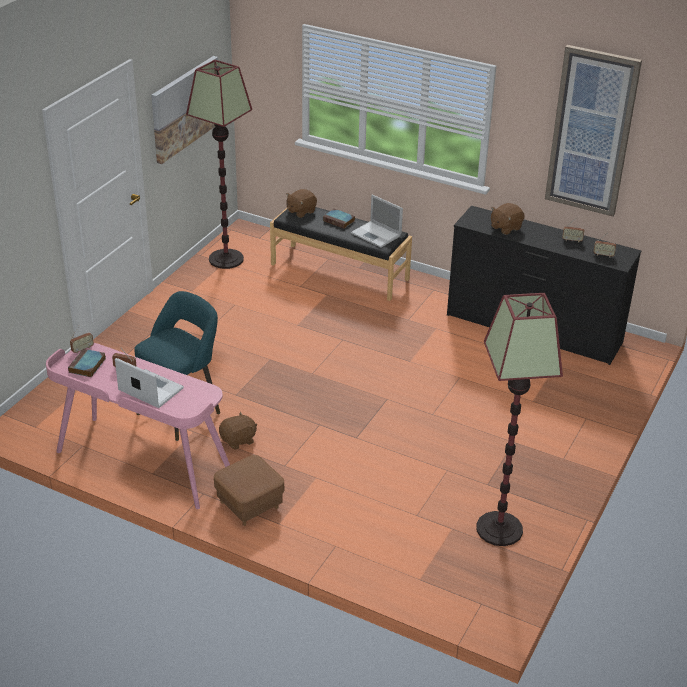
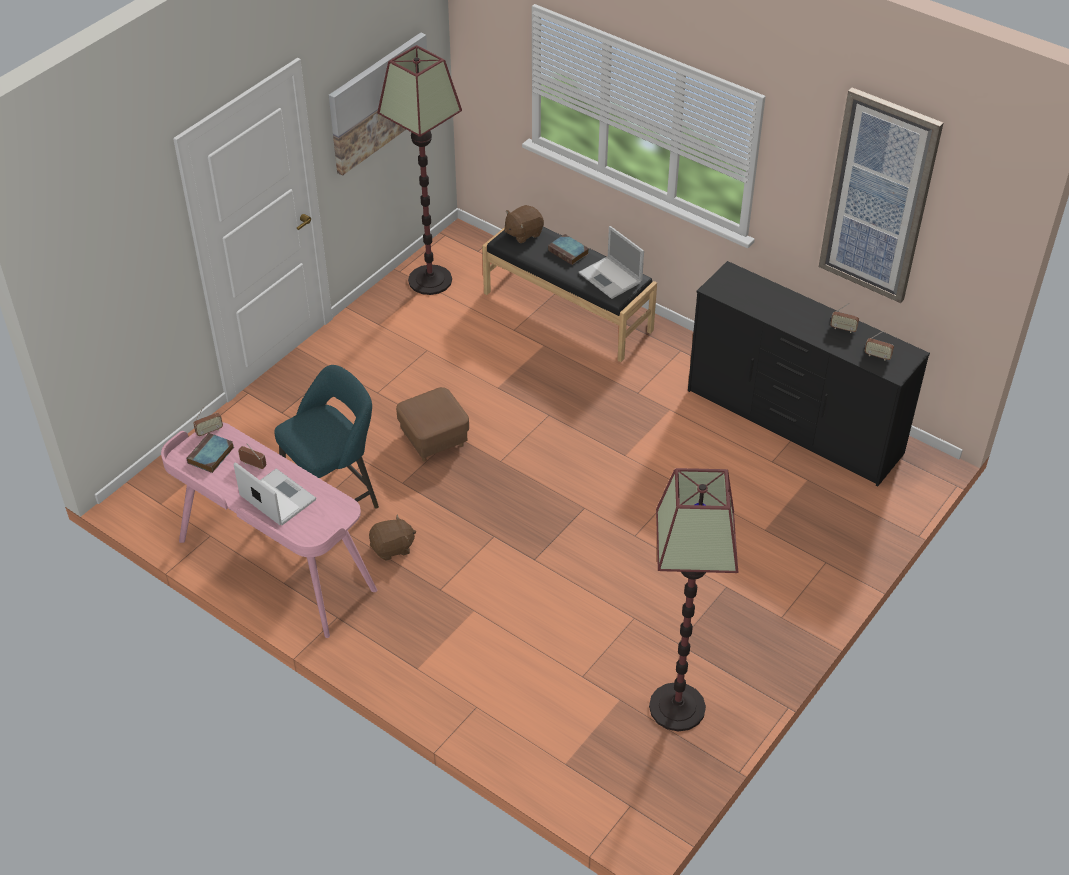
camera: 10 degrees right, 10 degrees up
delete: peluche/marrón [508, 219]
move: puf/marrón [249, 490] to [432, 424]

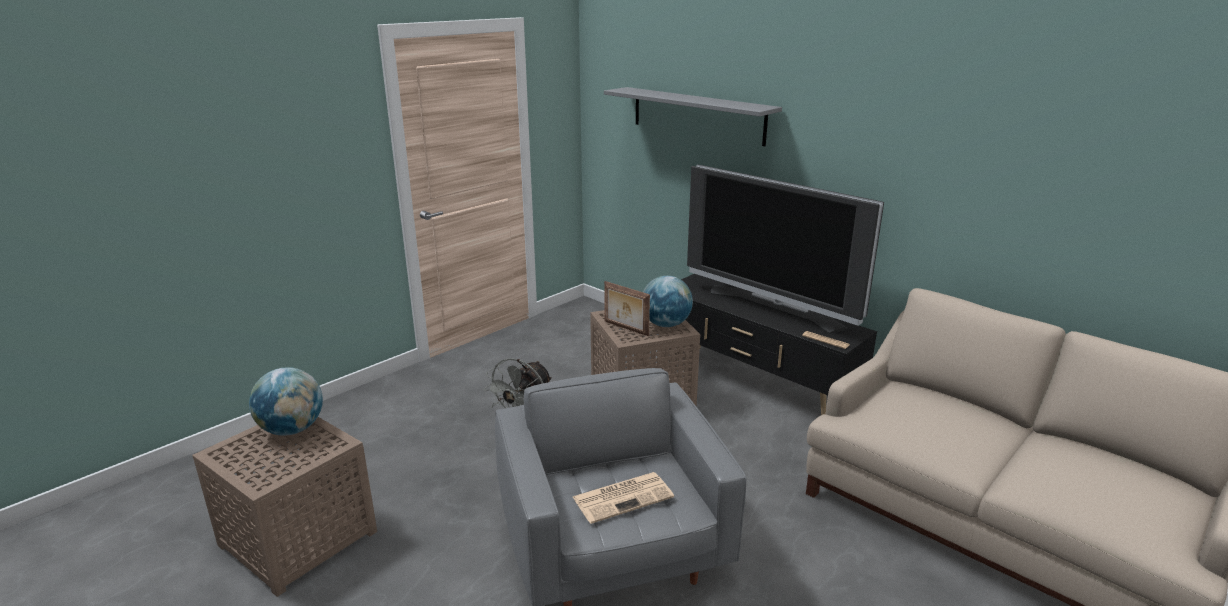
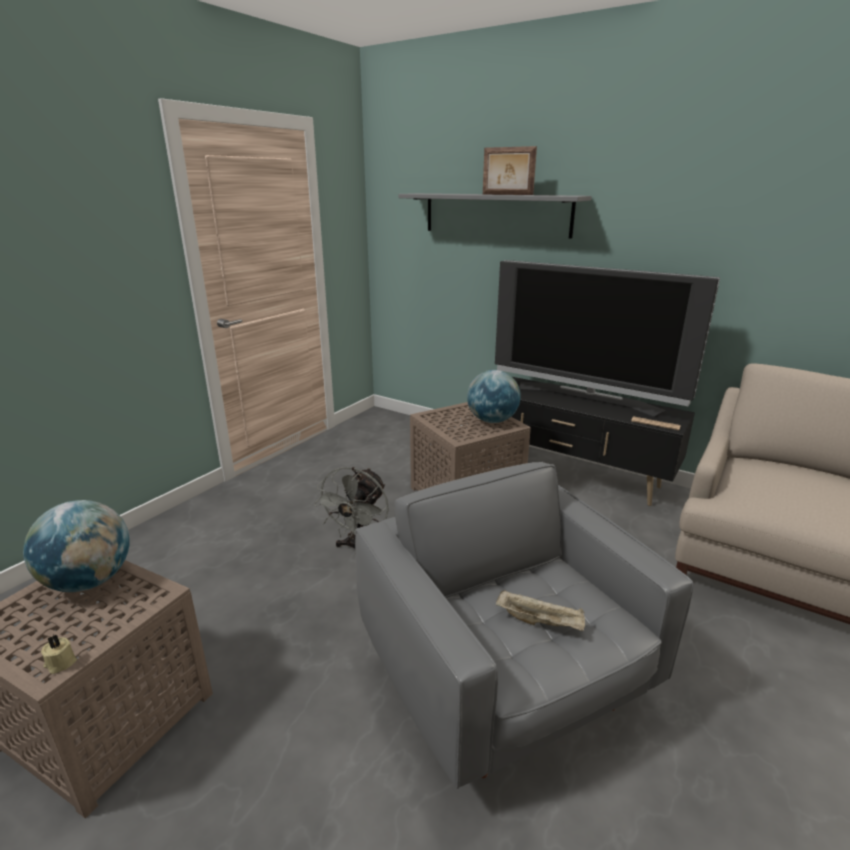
camera: 10 degrees left, 0 degrees up
insert: vela/beis [59, 654]
move: portarretratos [627, 308] to [510, 170]
replace: periódico [623, 498] to bandeja/beis [540, 610]

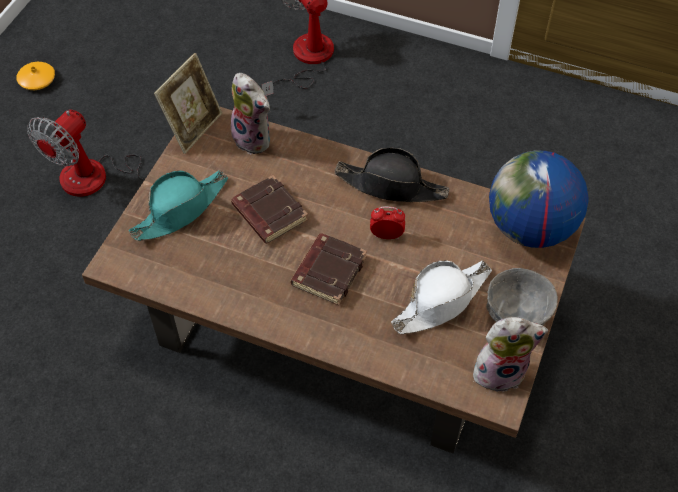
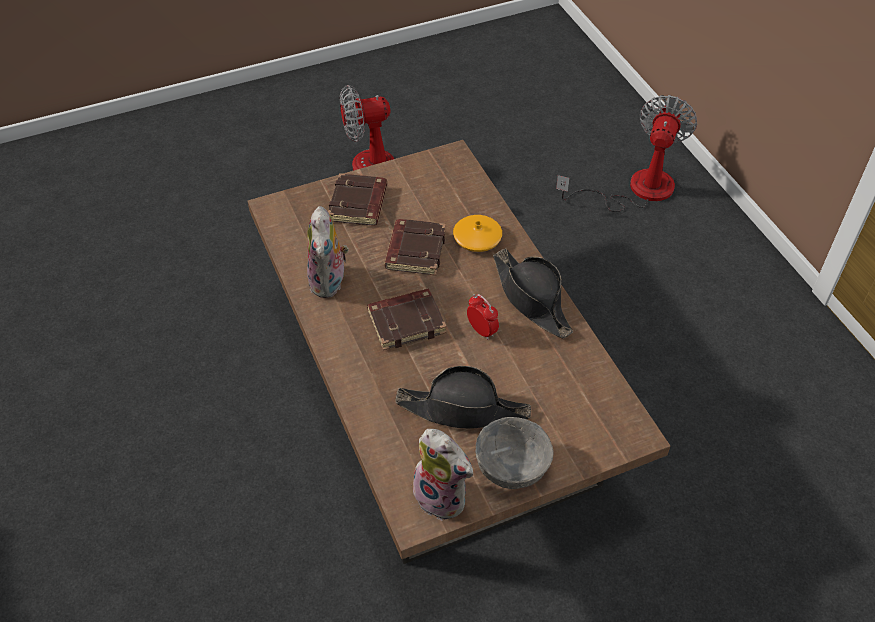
camera: 45 degrees right, 5 degrees down
delete: portarretratos [188, 103]; globo terráqueo [538, 199]
move: peluche [250, 114] to [328, 252]; florero/naranja [35, 76] to [477, 233]
replace: sombrero/turquesa [178, 205] to libro/marrón [357, 199]
recolor: sombrero/blanco [441, 297] to sombrero/negro [463, 397]

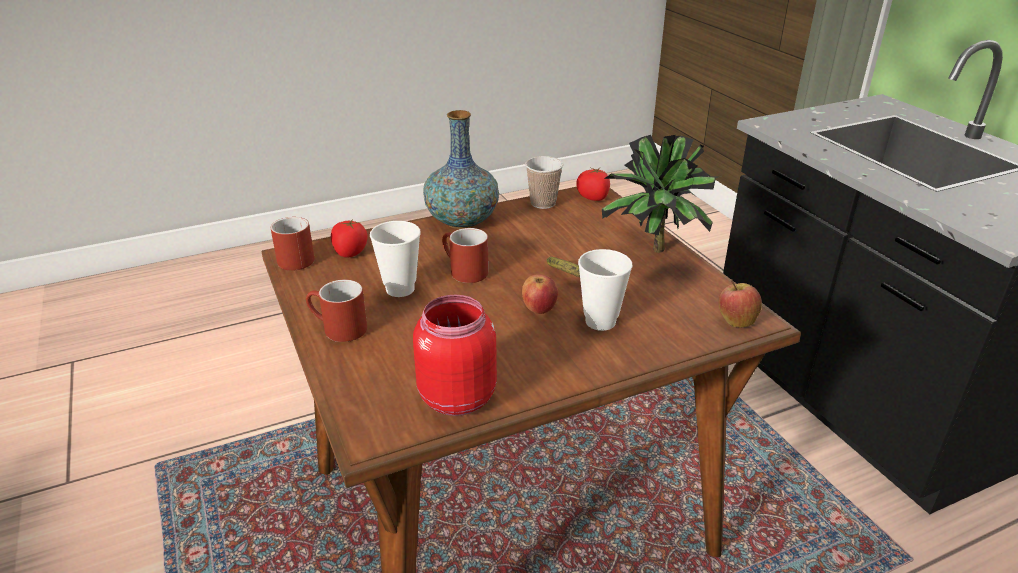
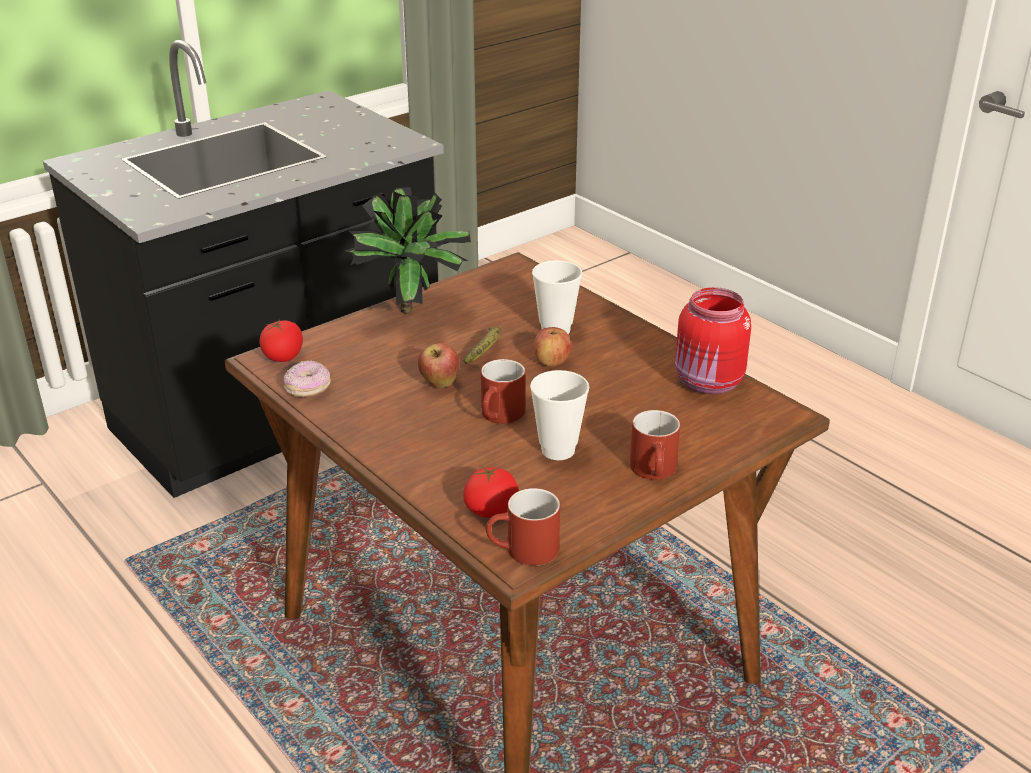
camera: 105 degrees left, 0 degrees up
delete: florero [461, 169]
move: manzana [740, 304] to [439, 365]
replace: taza [544, 182] to rosquilla [307, 378]

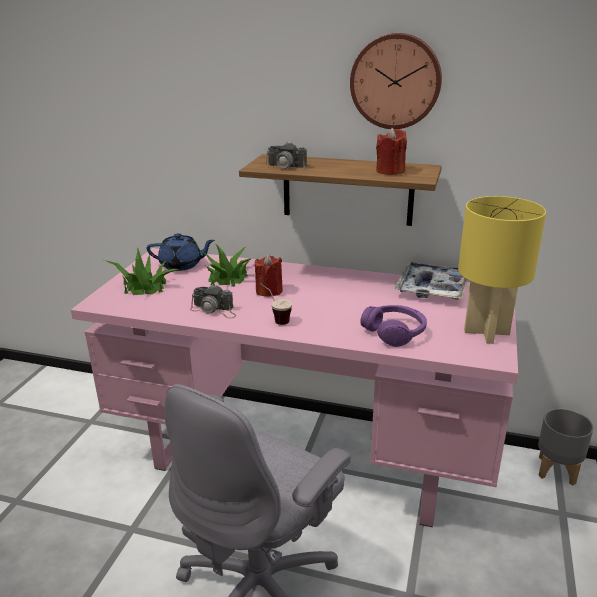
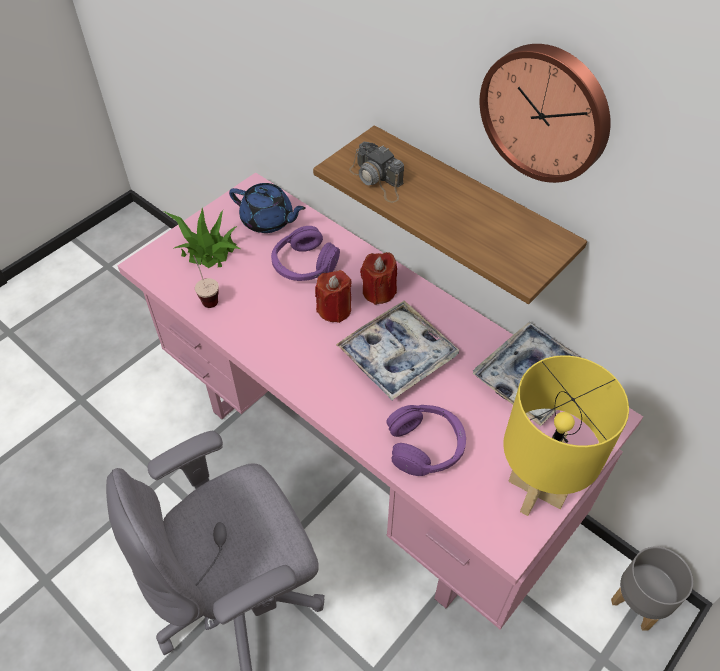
camera: 25 degrees right, 25 degrees up
delete: cámara [213, 301]
insert: bandeja [397, 350]
move: taza [276, 304] to [206, 281]; vela/rojo [391, 151] to [378, 278]
replace: planta en maceta [228, 265] to auriculares/morado [305, 253]

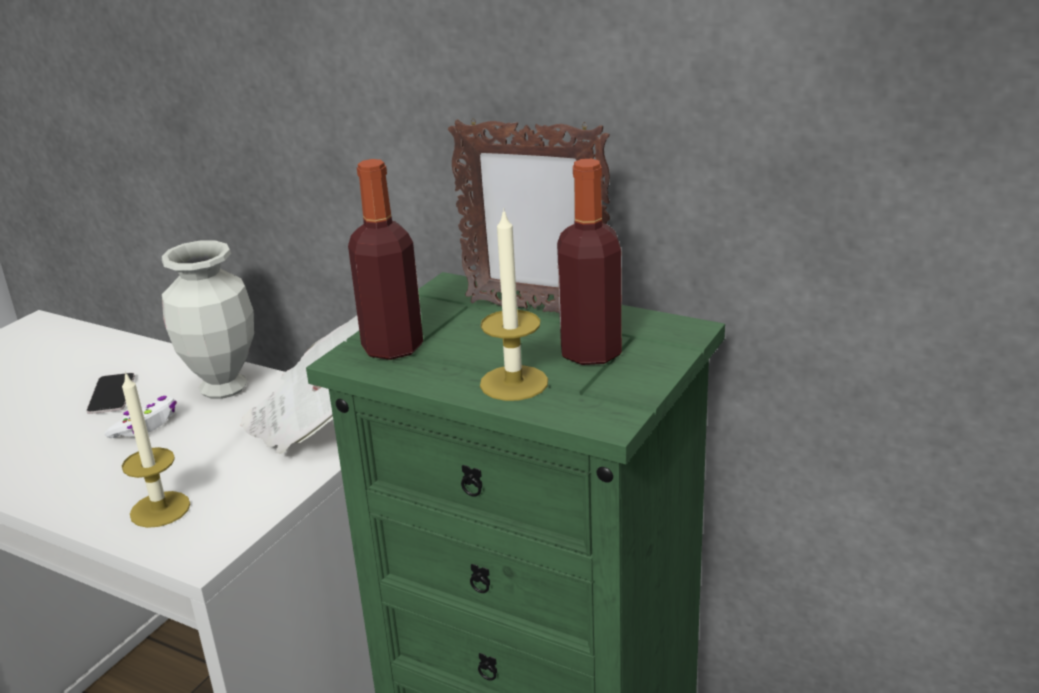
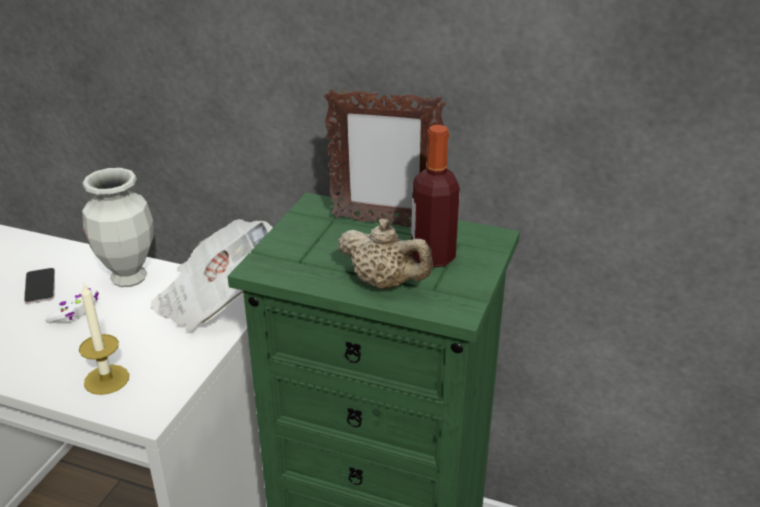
camera: 10 degrees left, 5 degrees up
delete: botella [385, 259]
replace: vela [514, 304] to tetera/beis [385, 254]

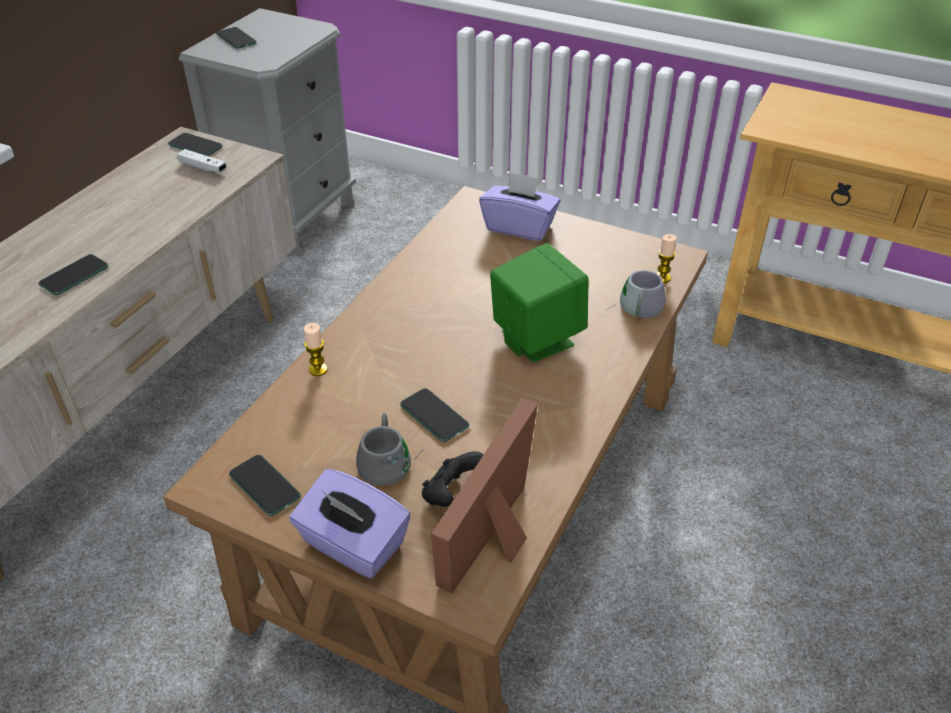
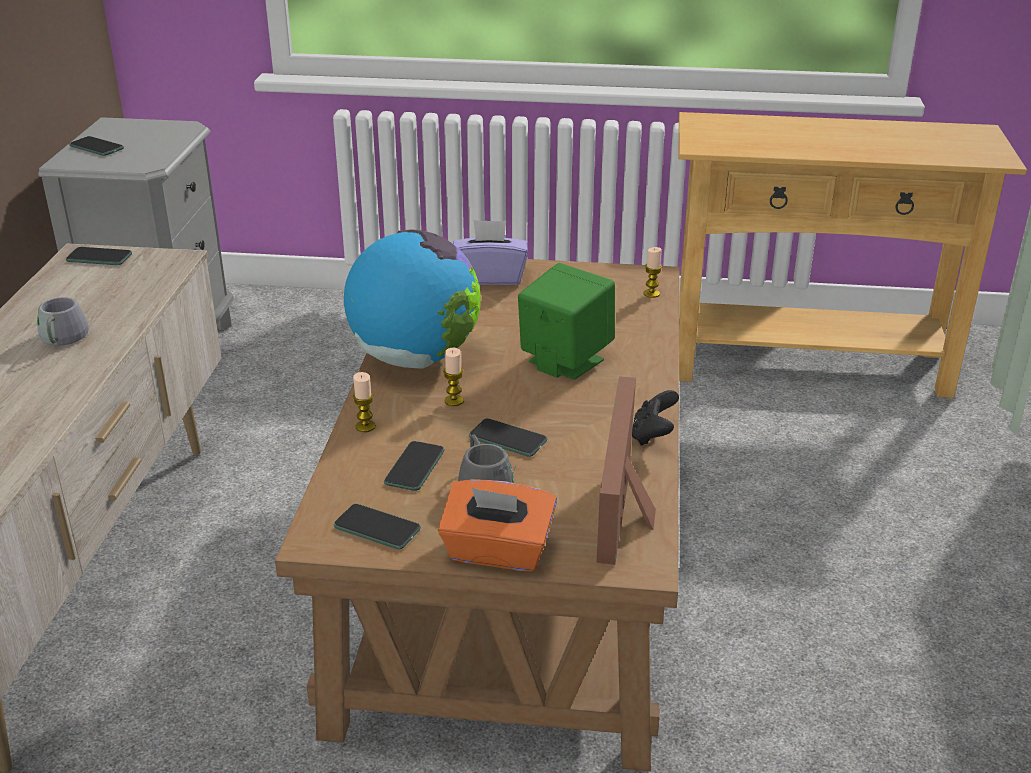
camera: 20 degrees left, 10 degrees down
delete: mando de consola/blanco [202, 161]
insert: globo terráqueo [412, 299]; vela [453, 377]
move: taza grande/gris [636, 294] to [56, 321]; móvil [73, 274] to [414, 466]; mando de consola/negro [453, 479] to [655, 417]
recolor: caja de pañuelos/morado [350, 524] to caja de pañuelos/naranja [497, 525]

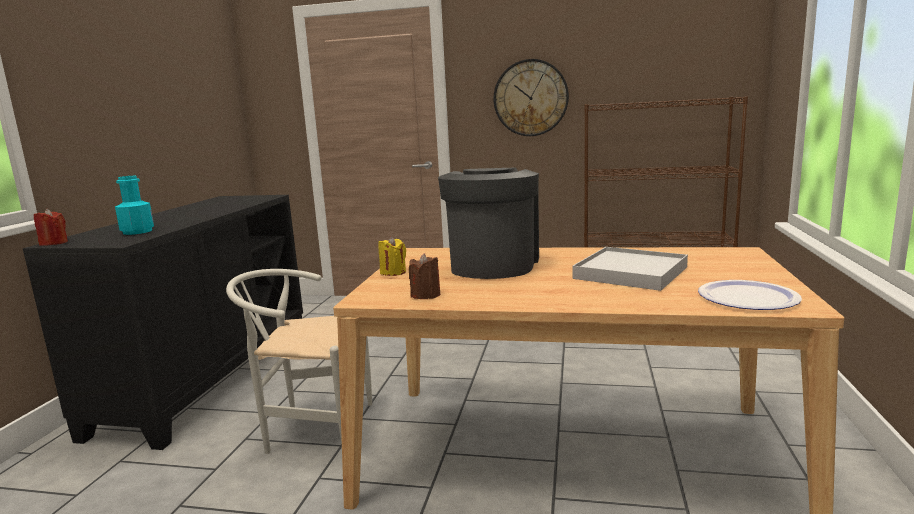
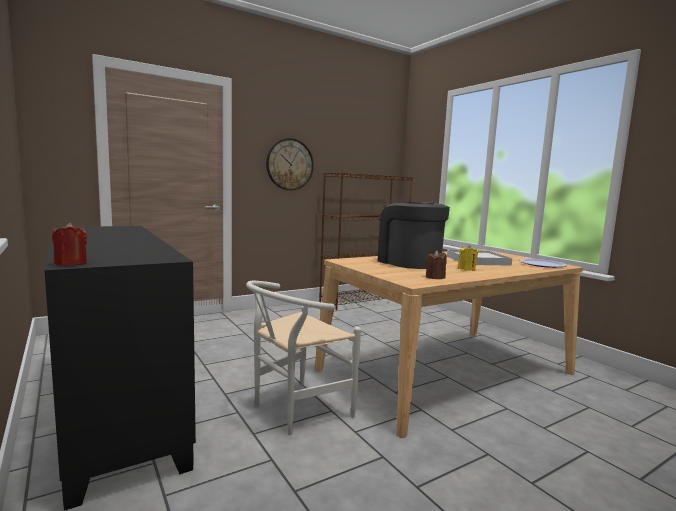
camera: 45 degrees left, 5 degrees down
delete: botella/turquesa [134, 205]
move: vela/amarillo [392, 256] to [468, 258]

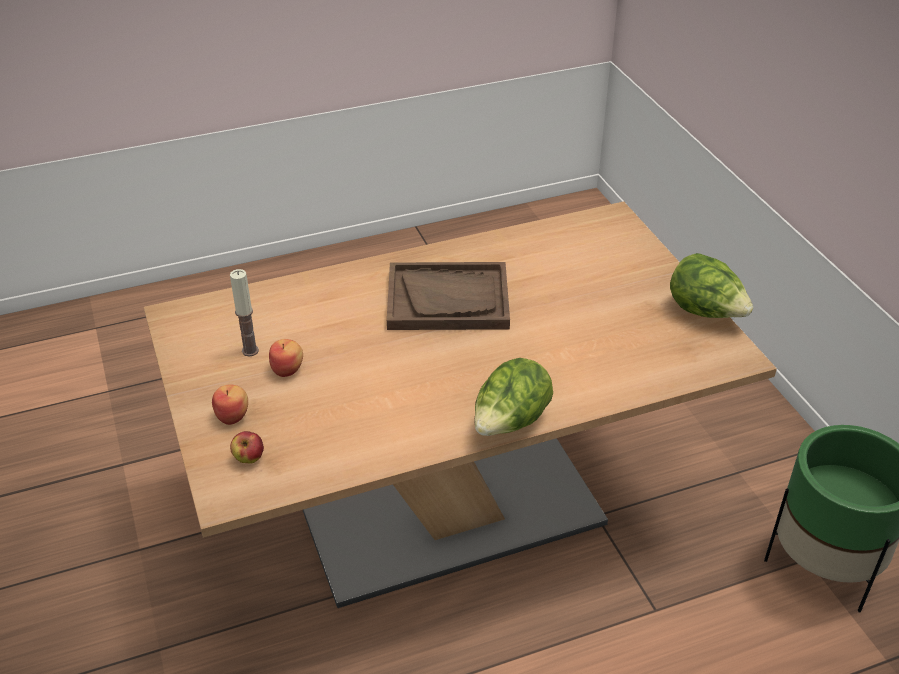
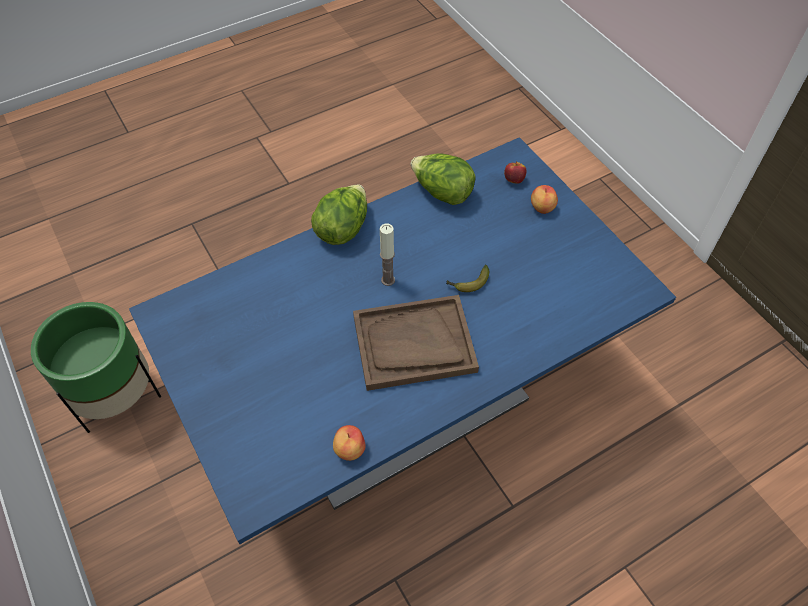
camera: 170 degrees right, 15 degrees up
insert: plátano [467, 278]
move: manzana [286, 358] to [349, 443]; vela [244, 313] to [387, 255]; lechuga [711, 285] to [443, 179]
recolor: mesa de comedor/marrón [460, 404] to mesa de comedor/azul [402, 340]

